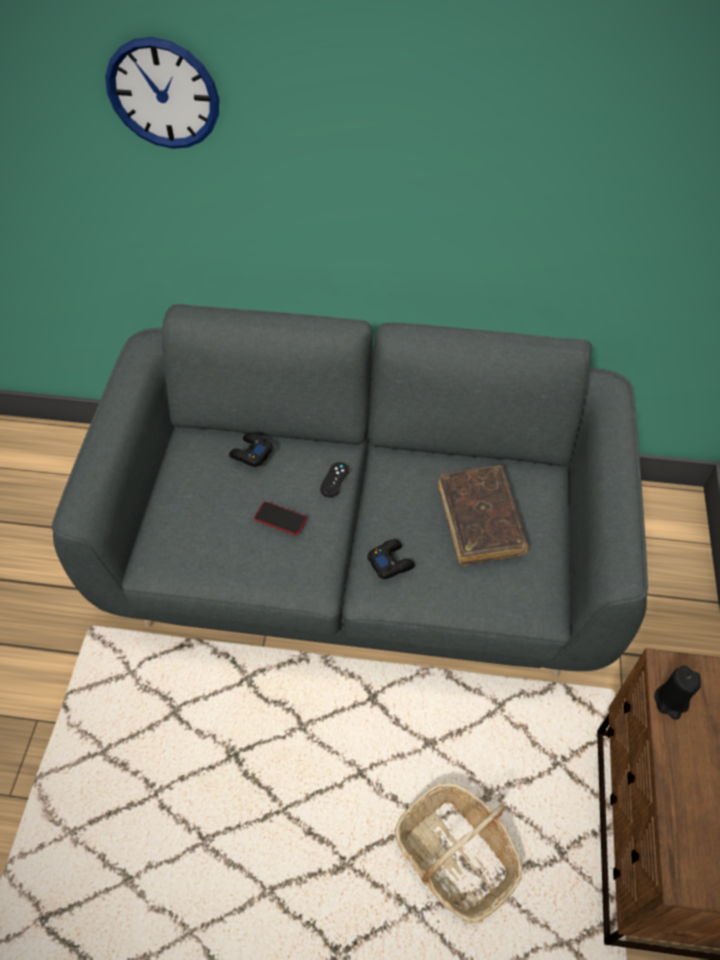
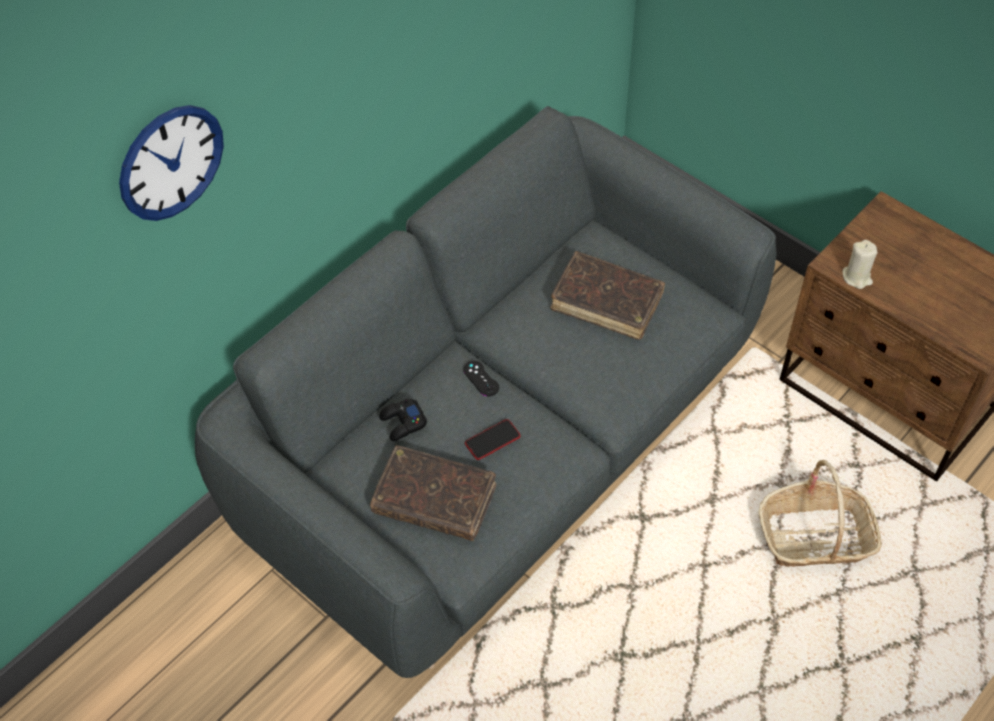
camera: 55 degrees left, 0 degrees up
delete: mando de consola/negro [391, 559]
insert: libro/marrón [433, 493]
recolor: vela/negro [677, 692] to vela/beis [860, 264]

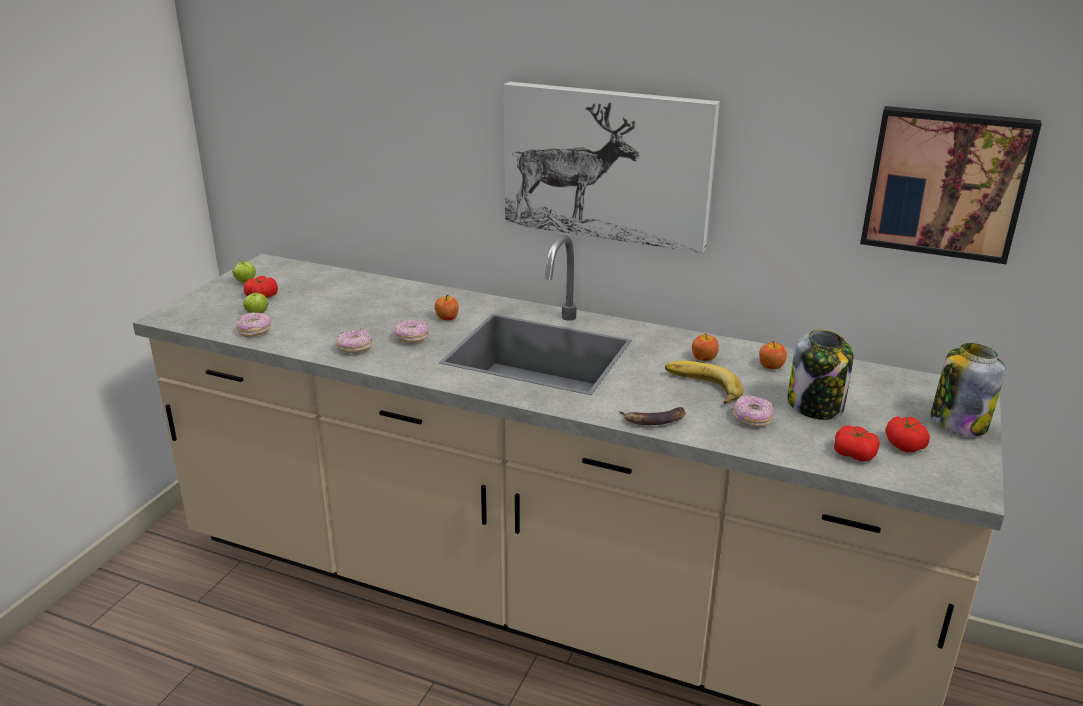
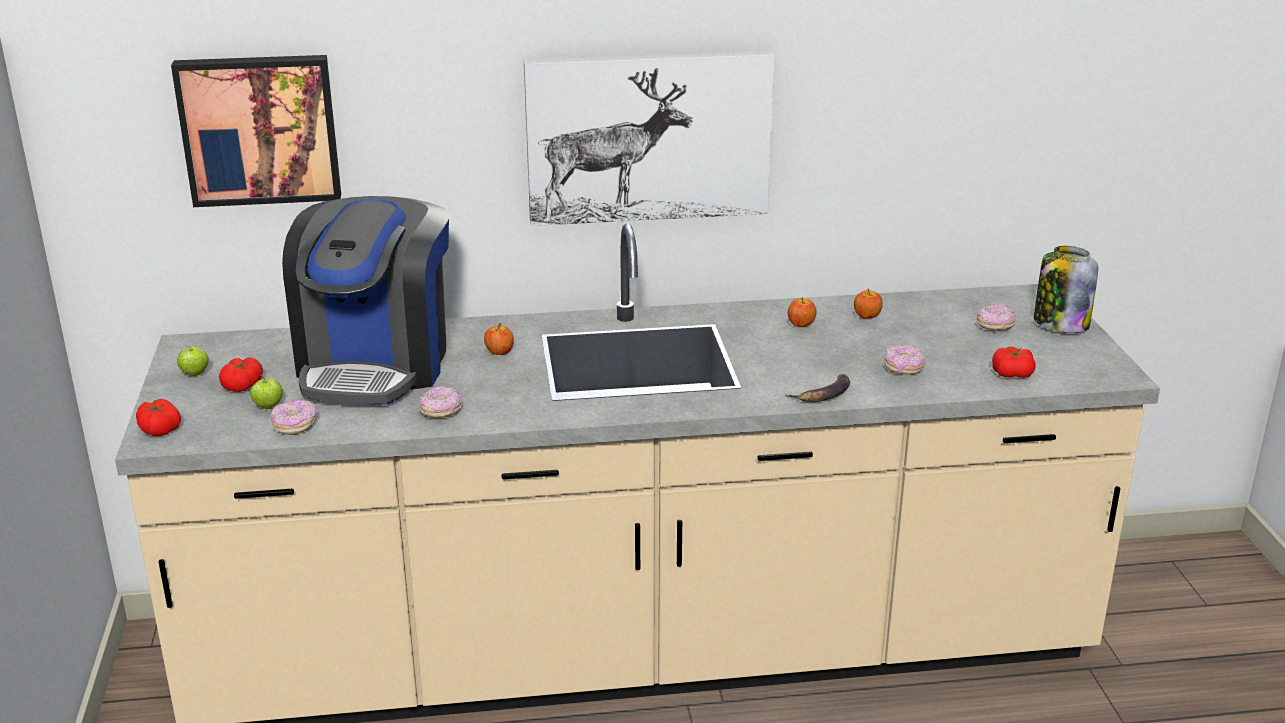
camera: 30 degrees left, 0 degrees up
delete: plátano [704, 382]; tarro [820, 374]
insert: cafetera [365, 300]
move: tomate [908, 434] to [158, 417]; cuadro [951, 185] to [256, 131]; rosquilla [411, 331] to [996, 317]

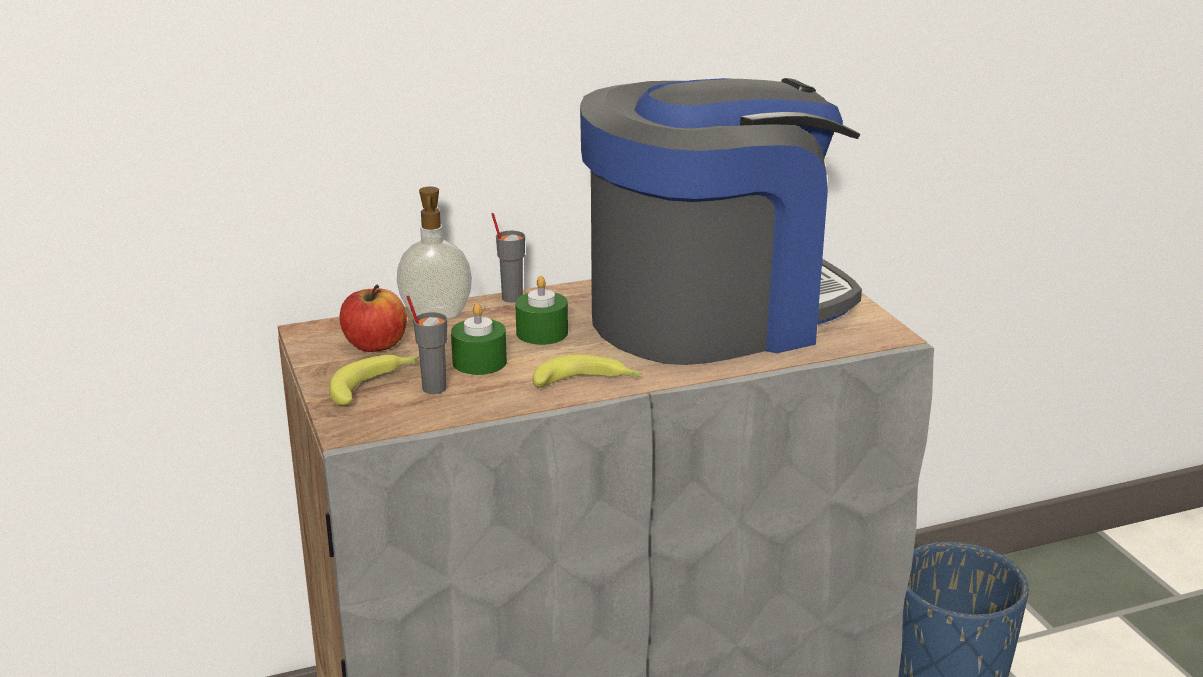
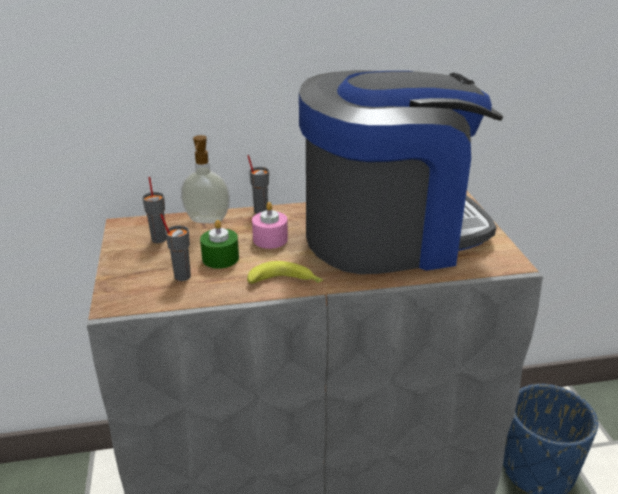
camera: 10 degrees right, 5 degrees up
delete: plátano [374, 380]
replace: manzana [373, 318] to taza/gris [154, 210]
recolor: vela/verde [541, 310] to vela/rosa [270, 225]

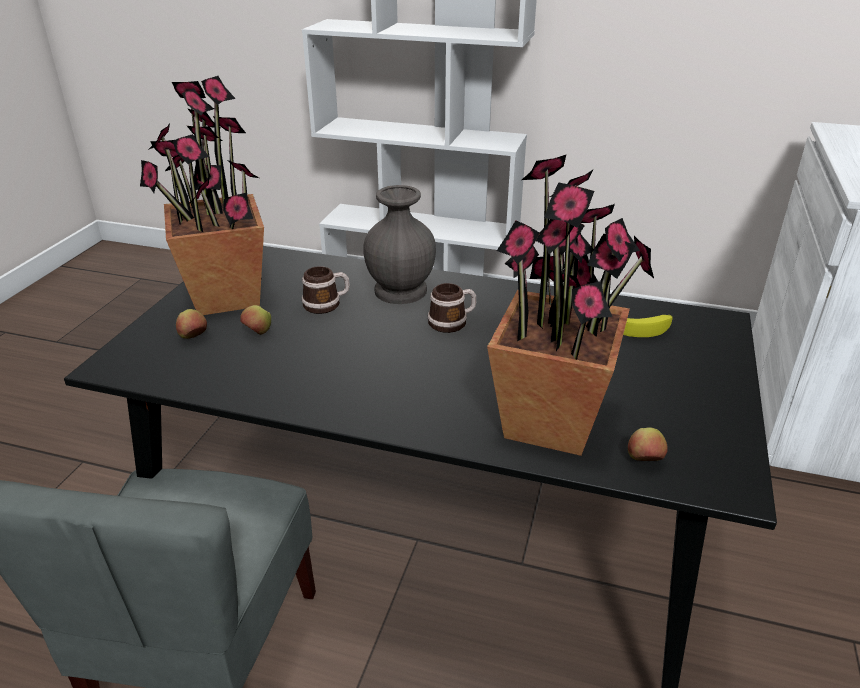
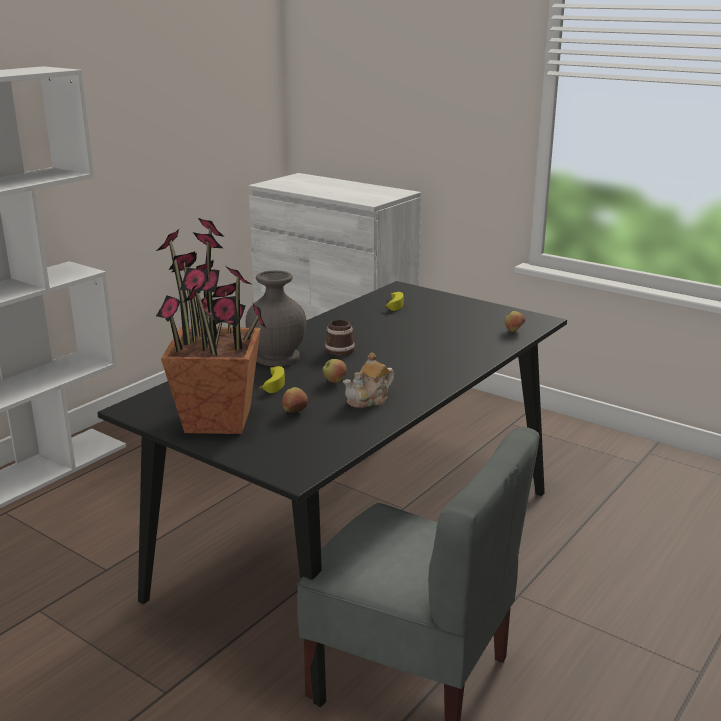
camera: 70 degrees left, 10 degrees down
delete: planta en maceta [570, 305]
insert: tetera [368, 380]
move: manzana [191, 324] to [335, 371]
replace: taza grande [326, 290] to plátano [272, 379]

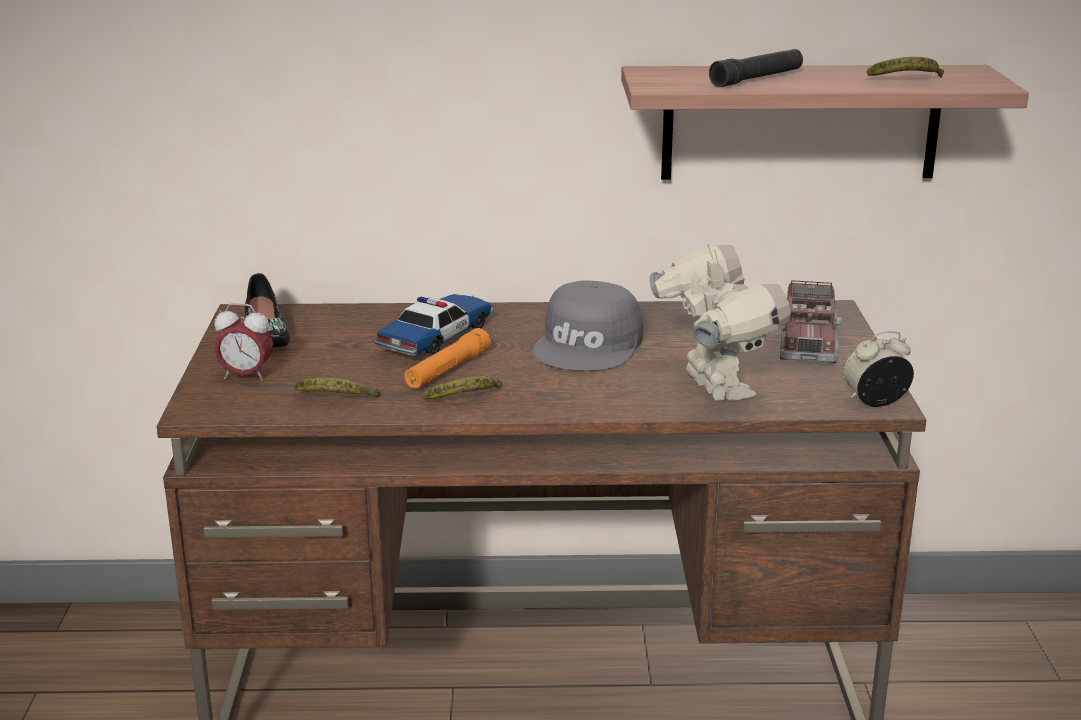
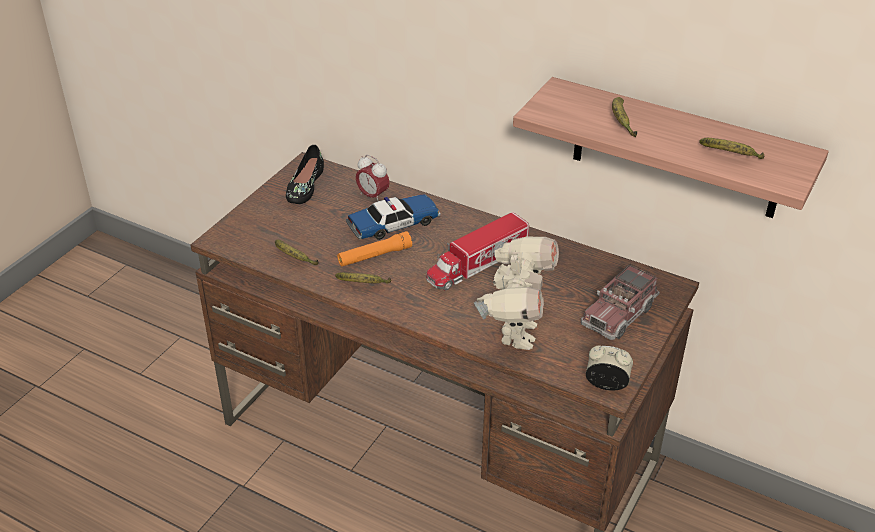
camera: 30 degrees right, 15 degrees up
move: despertador [243, 342] to [373, 178]
replace: gorra/gris [587, 326] to camión de juguete [477, 251]; linterna/negro [756, 68] to plátano [624, 117]

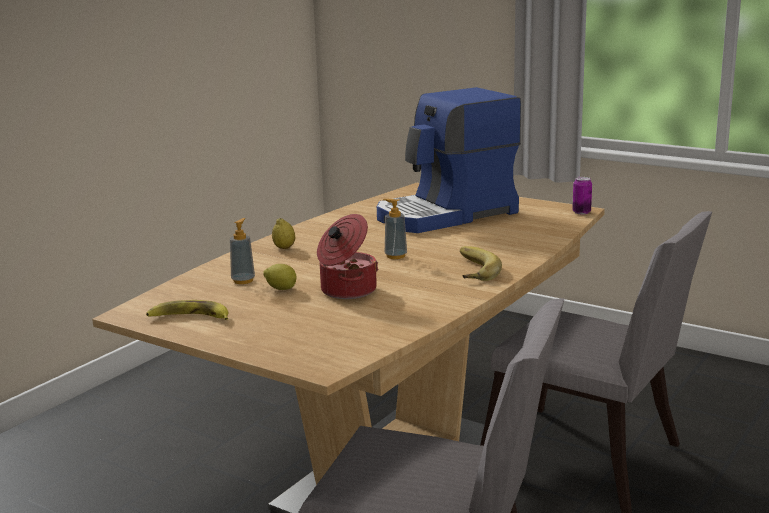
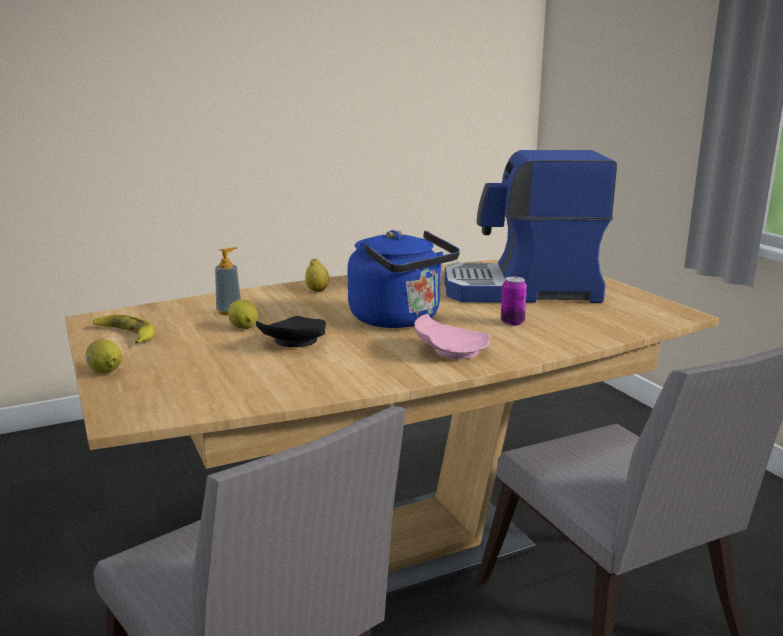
camera: 30 degrees right, 0 degrees up
insert: limón [103, 356]
move: lata [582, 195] to [514, 301]
replace: olla [347, 256] to plato/negro [291, 331]; dispensador de jabón [395, 229] to hervidor/azul [404, 279]; plátano [481, 263] to plato/rosa [452, 336]

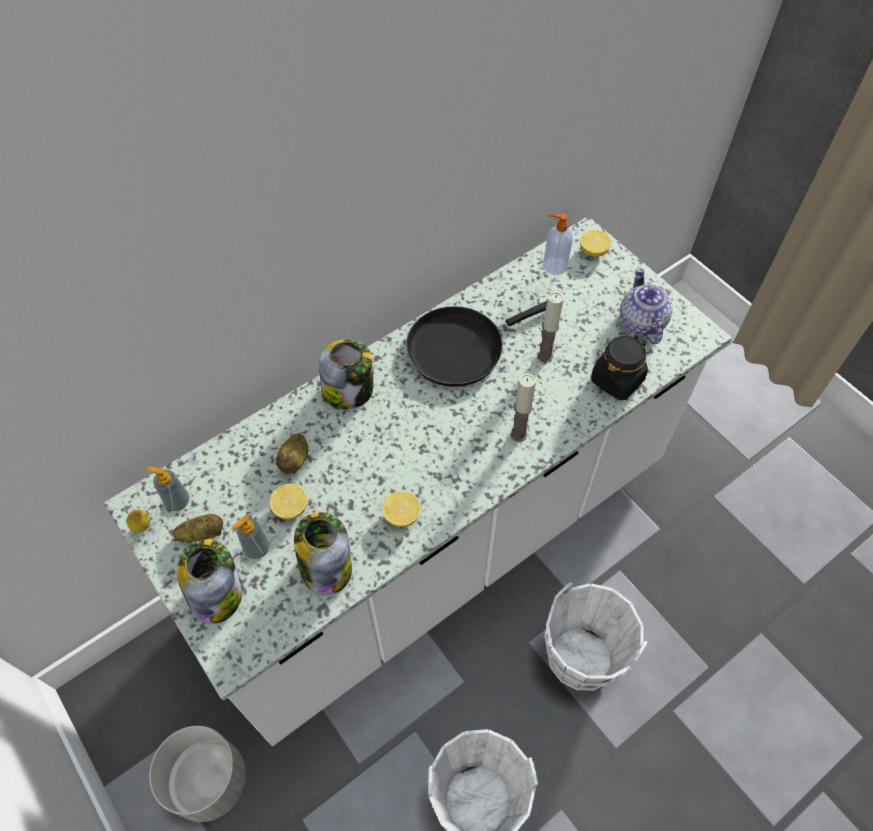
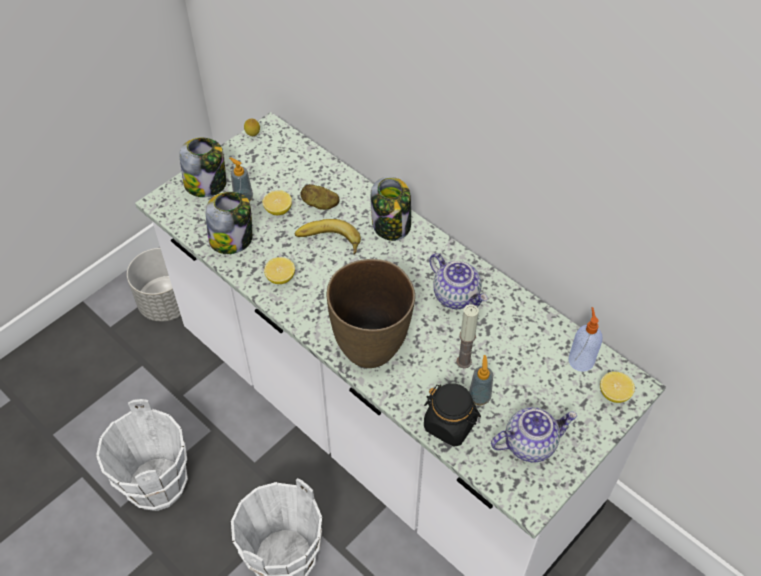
camera: 80 degrees right, 5 degrees down
delete: patata [198, 528]
insert: plátano [328, 236]
move: dispensador de jabón [167, 489] to [481, 380]
replace: vela [523, 407] to florero/marrón [371, 313]; sartén/negro [476, 344] to tetera [458, 281]

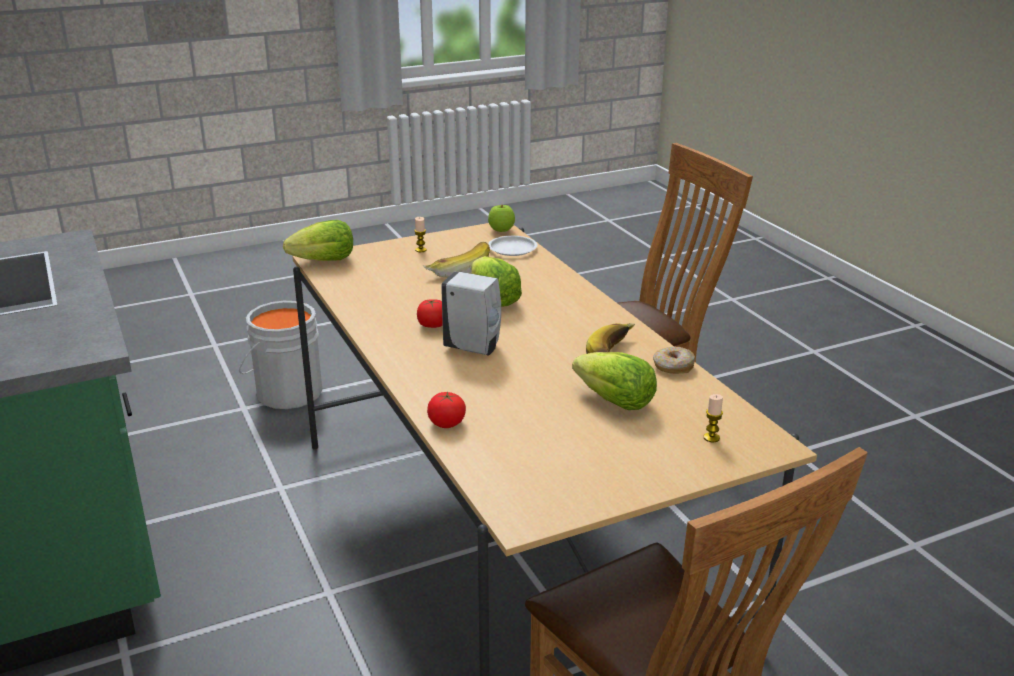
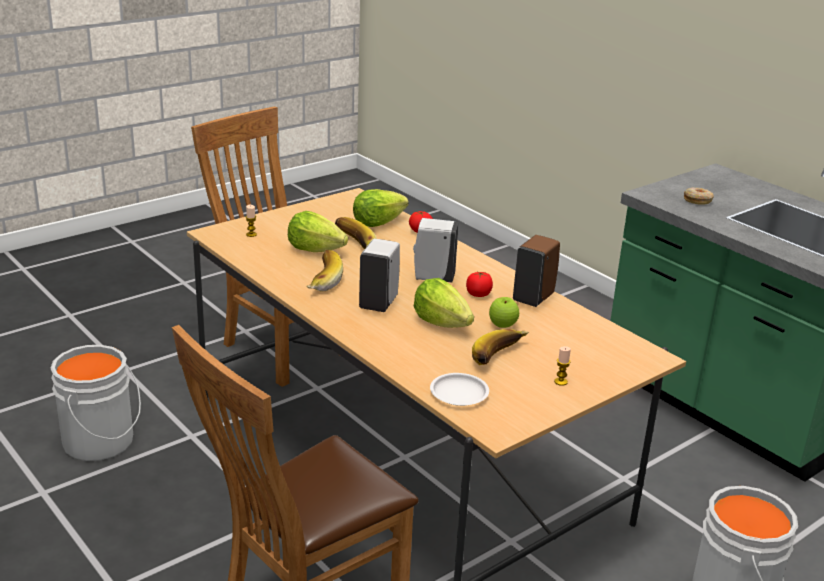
camera: 165 degrees right, 0 degrees up
insert: cubo/gris [95, 403]; plátano [356, 233]; dispensador de jabón/blanco [379, 275]; dispensador de jabón/marrón [536, 271]
move: lechuga [318, 240] to [381, 208]; manzana [501, 218] to [504, 312]; rosquilla [674, 360] to [699, 196]

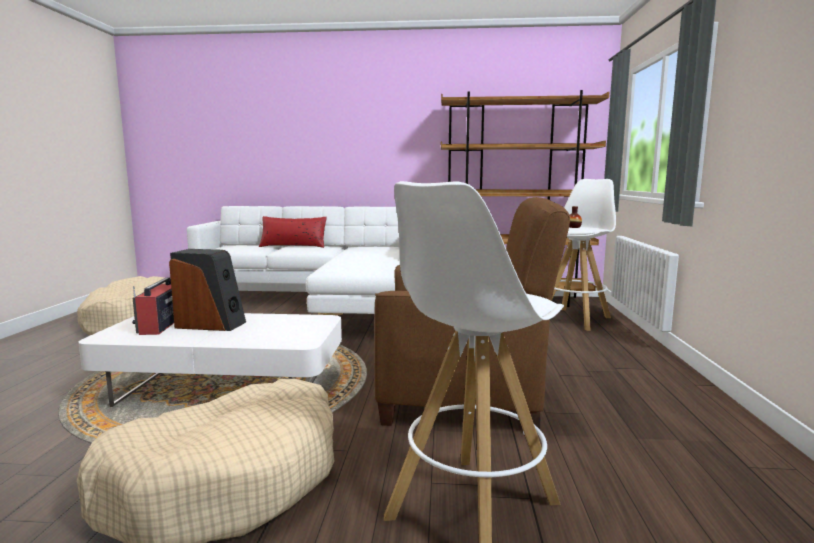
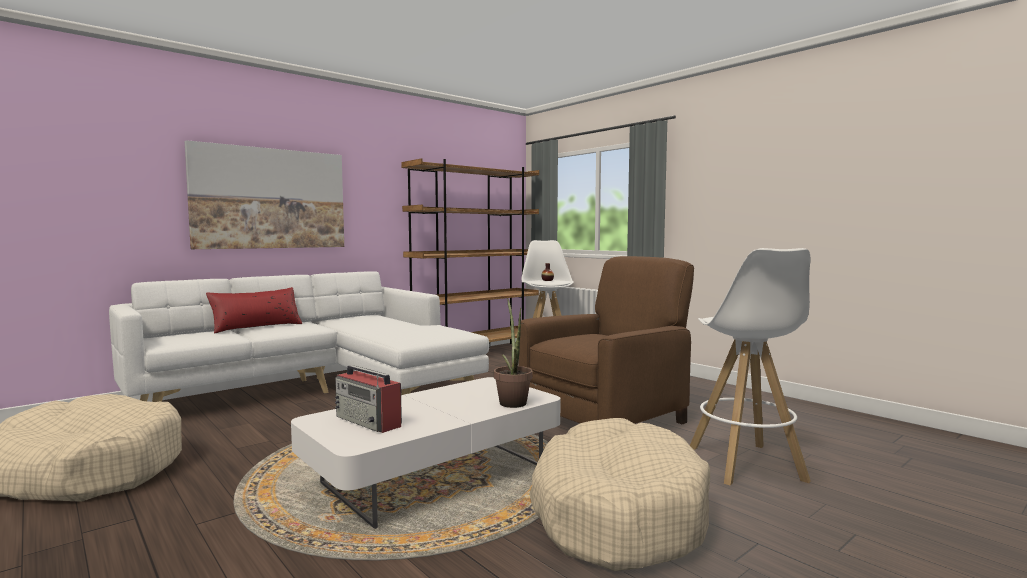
camera: 45 degrees left, 5 degrees down
delete: altavoz [207, 290]
insert: cuadro [264, 194]; planta en maceta [513, 353]

